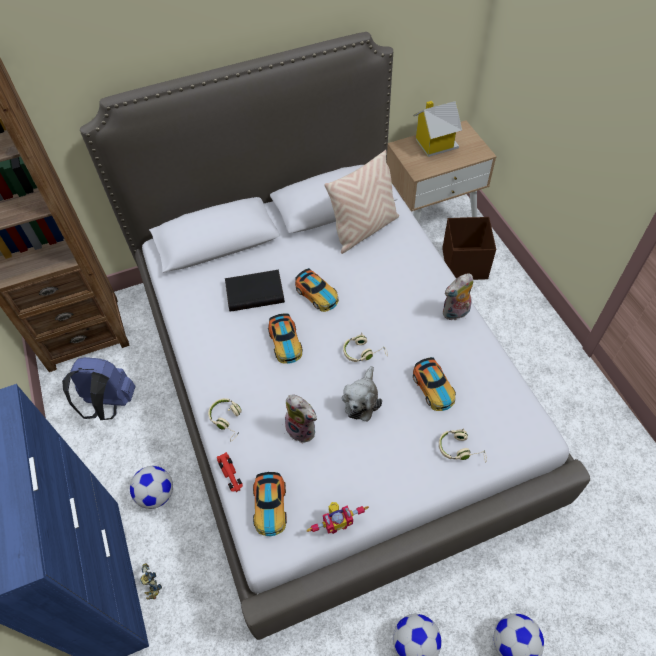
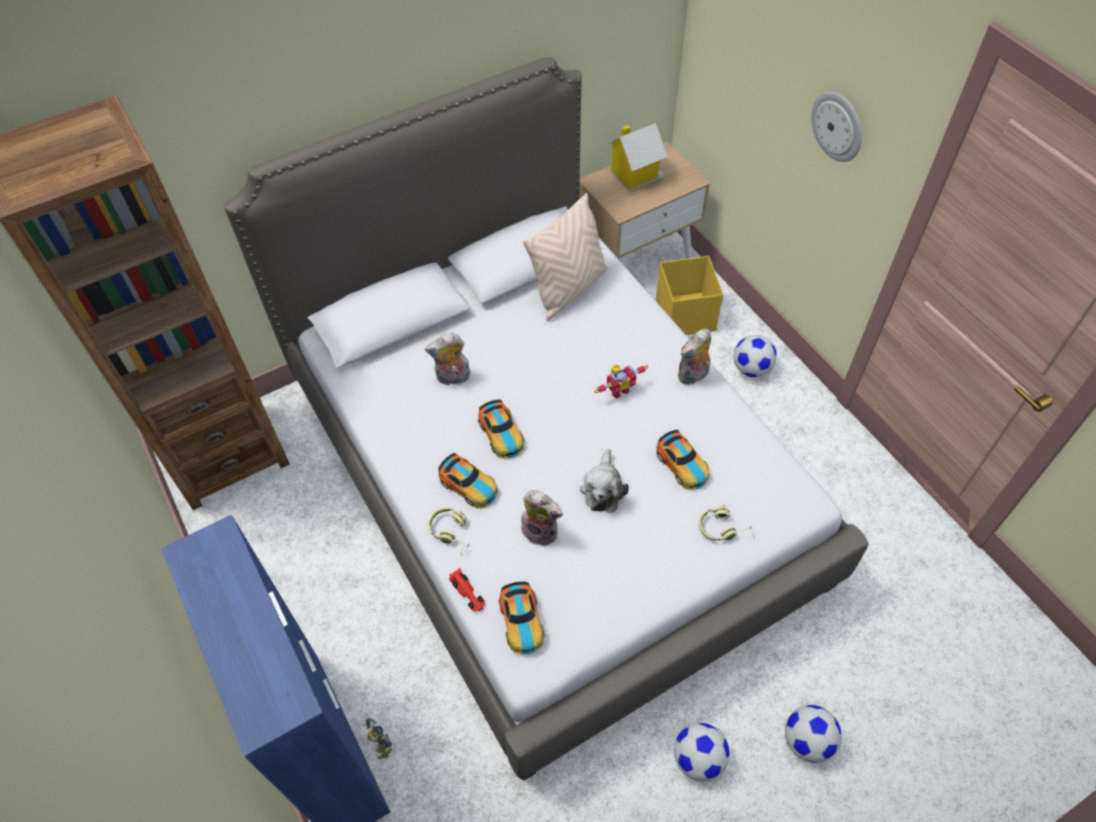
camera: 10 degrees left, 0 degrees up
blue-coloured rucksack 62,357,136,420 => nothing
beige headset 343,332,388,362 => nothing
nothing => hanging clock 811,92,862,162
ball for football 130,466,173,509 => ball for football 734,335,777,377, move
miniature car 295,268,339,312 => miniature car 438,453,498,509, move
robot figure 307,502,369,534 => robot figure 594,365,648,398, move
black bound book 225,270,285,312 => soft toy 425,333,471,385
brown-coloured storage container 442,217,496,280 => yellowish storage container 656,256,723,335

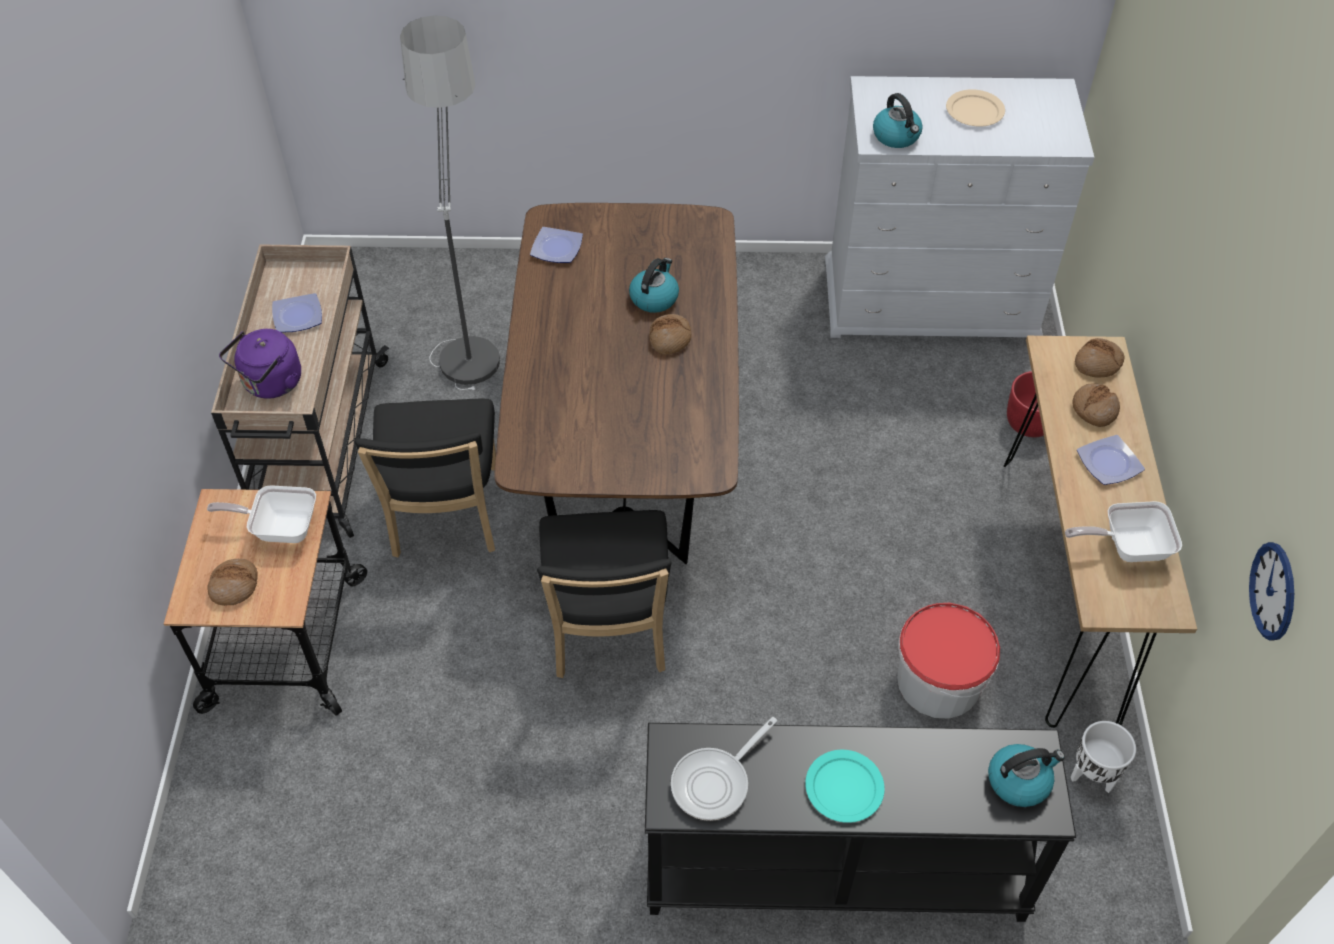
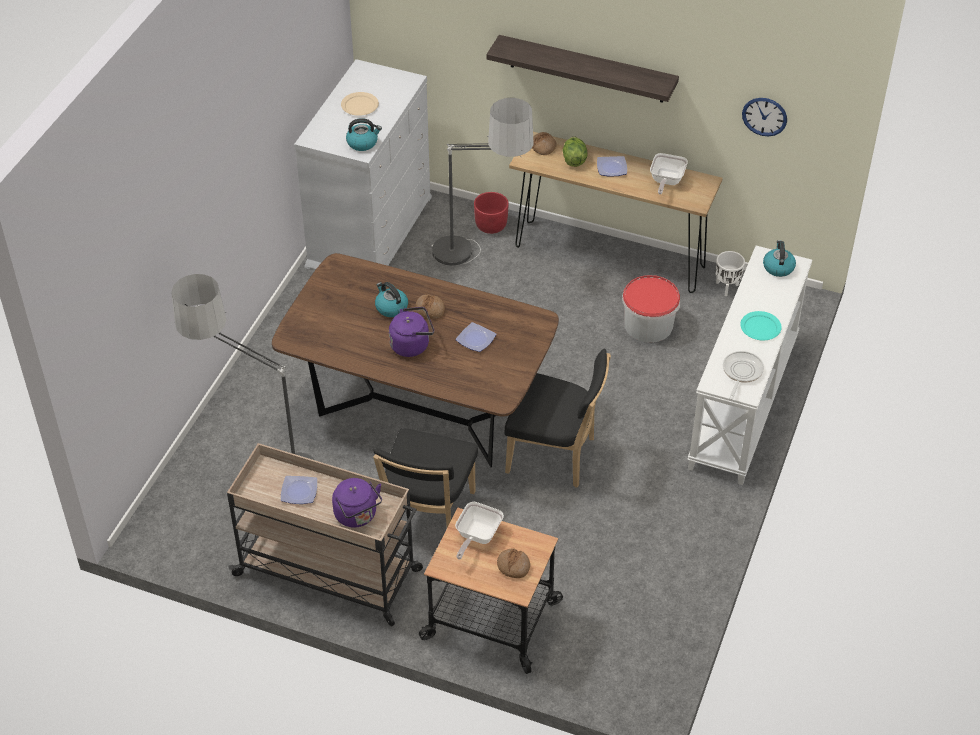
camera: 70 degrees left, 5 degrees down
nothing => purple tea kettle 389,307,434,357
nothing => standard lamp 431,98,534,266
nothing => bracket shelf 486,35,679,103
plate 530,227,583,263 => plate 455,322,496,352, move
bread 1072,383,1120,427 => lettuce head 563,136,588,167
black narrow table 645,723,1076,922 => white-coloured narrow table 687,246,812,485
black chair 355,398,496,557 => black chair 373,428,478,527, 90 degrees clockwise
frying pan 671,717,777,821 => frying pan 723,351,764,400, 135 degrees counterclockwise

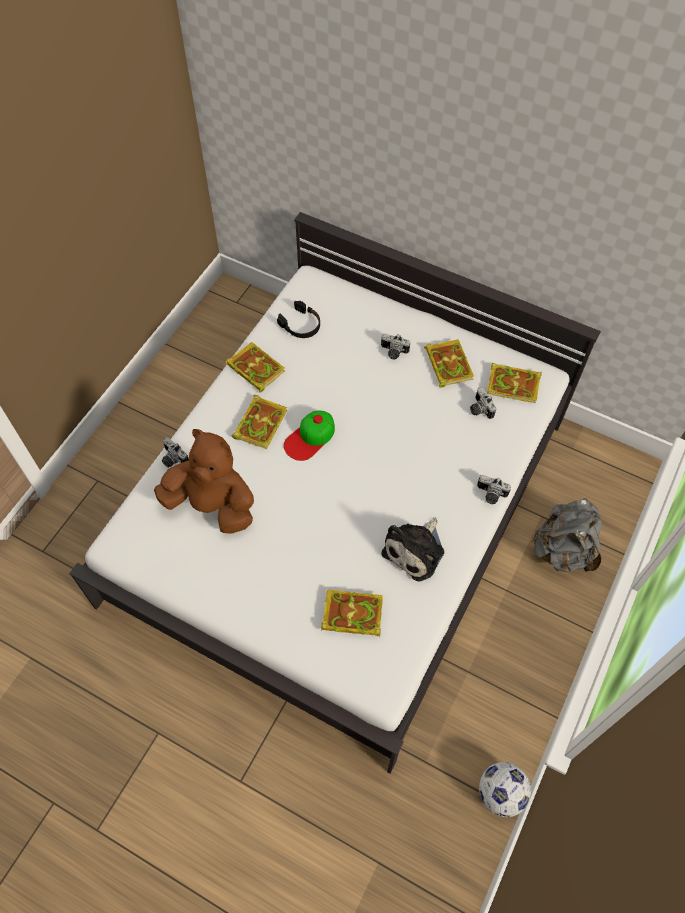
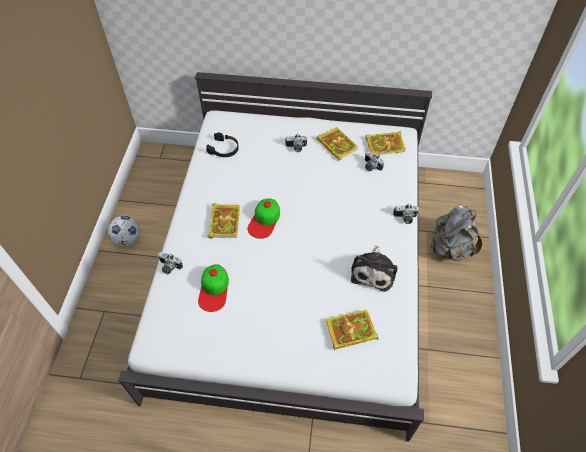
camera: 20 degrees left, 5 degrees down
bound book 225,342,285,393 => nothing
ball for football 479,762,531,817 => ball for football 108,216,140,246, move
brown-coloured soft toy 154,429,254,534 => baseball cap 198,264,229,312

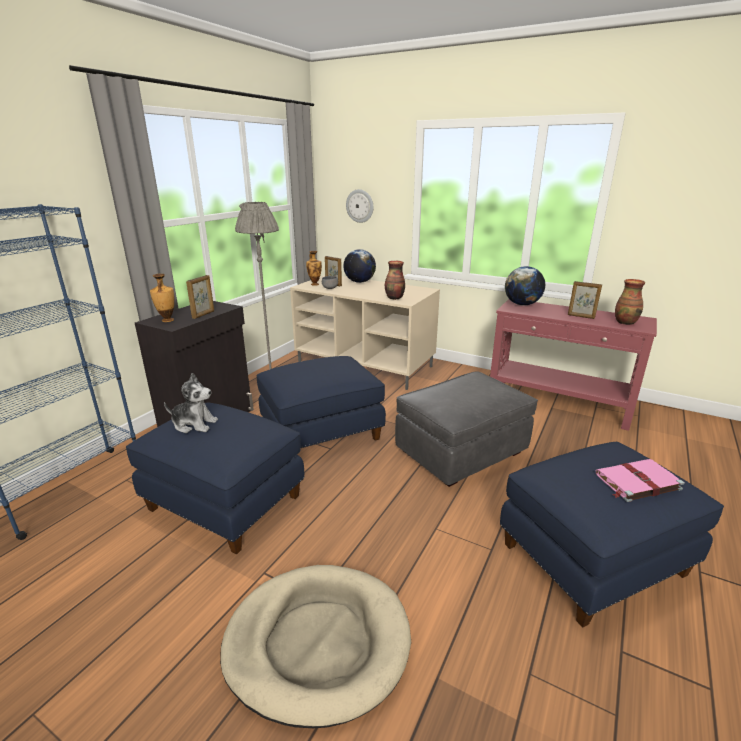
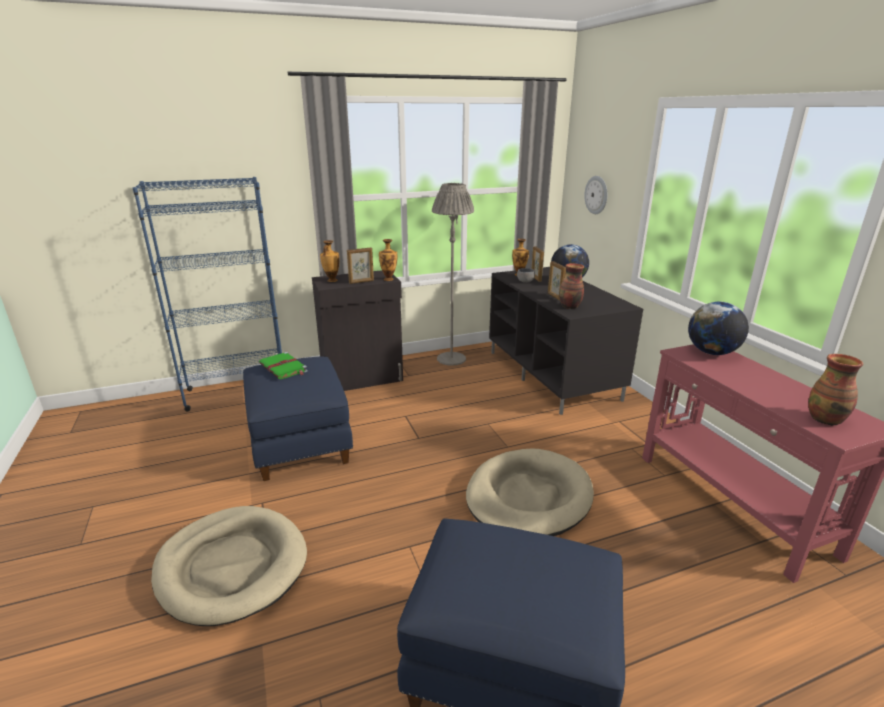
camera: 40 degrees right, 0 degrees up
blue-coloured ottoman 256,356,386,448 => nothing
pink-coloured bound book 596,459,685,502 => nothing
nothing => decorative vase 379,239,397,281
photo frame 568,281,602,319 => photo frame 548,261,566,300, move
soft toy 164,373,218,433 => green-coloured bound book 259,352,308,379
grey ottoman 395,371,538,487 => beige pet bed 466,449,594,536
beige tv stand 290,275,440,390 => black tv stand 489,267,643,415

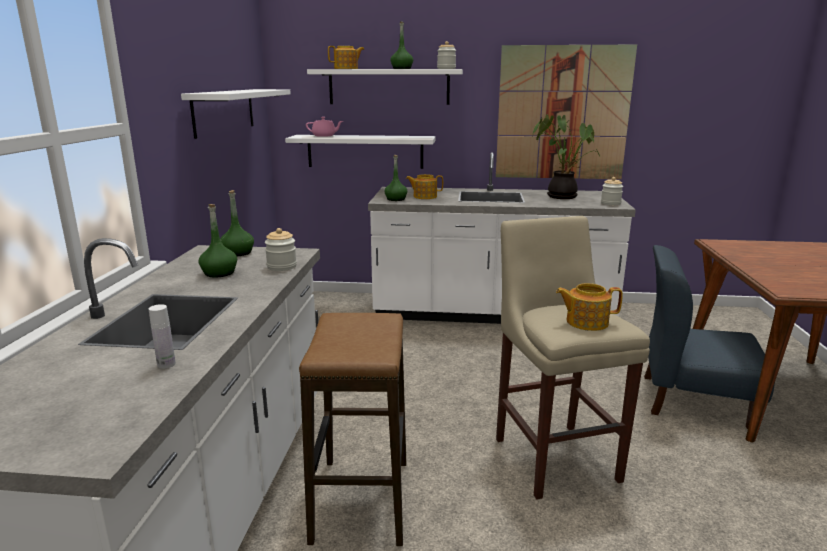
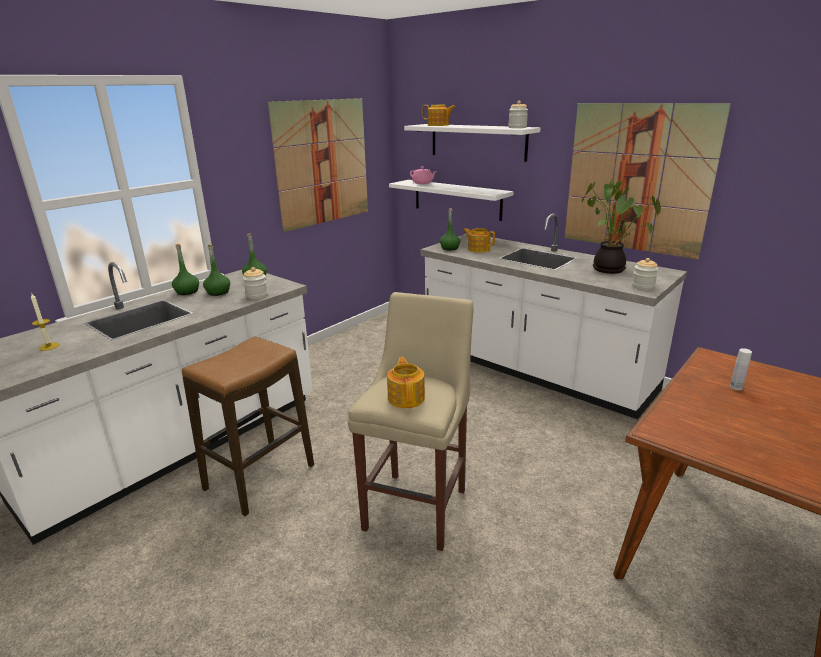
camera: 35 degrees right, 5 degrees up
blue-coloured chair 644,245,775,429 => nothing
nothing => wax light 31,294,59,351
white-coloured drink bottle 149,304,176,369 => white-coloured drink bottle 730,348,752,390, move
green-coloured drink bottle 391,21,413,69 => green-coloured drink bottle 172,244,199,295, move
white-coloured bracket shelf 181,89,291,139 => picture 268,98,368,232
pot for tea 556,283,623,331 => pot for tea 387,357,425,408, 45 degrees clockwise

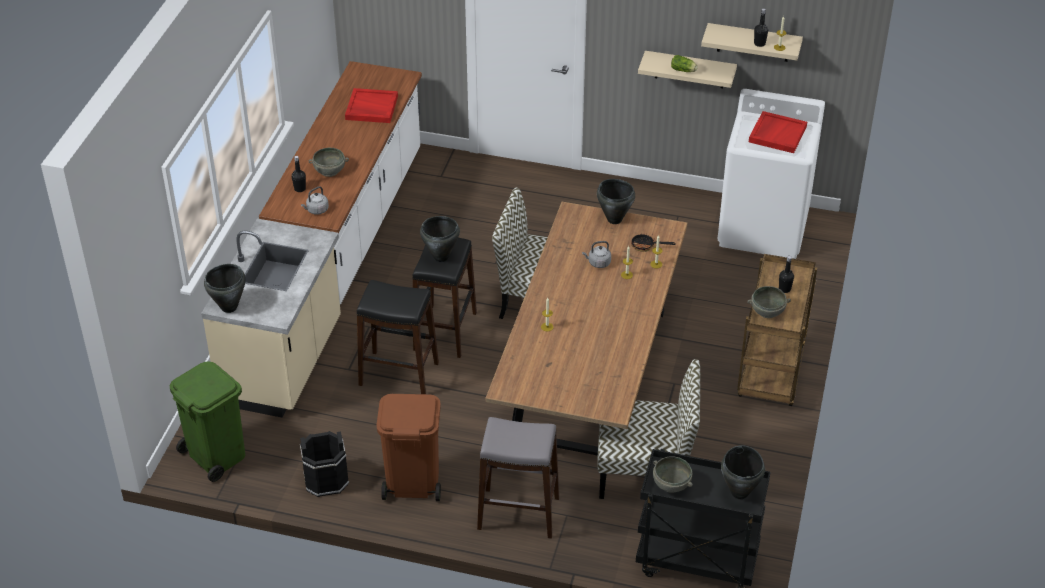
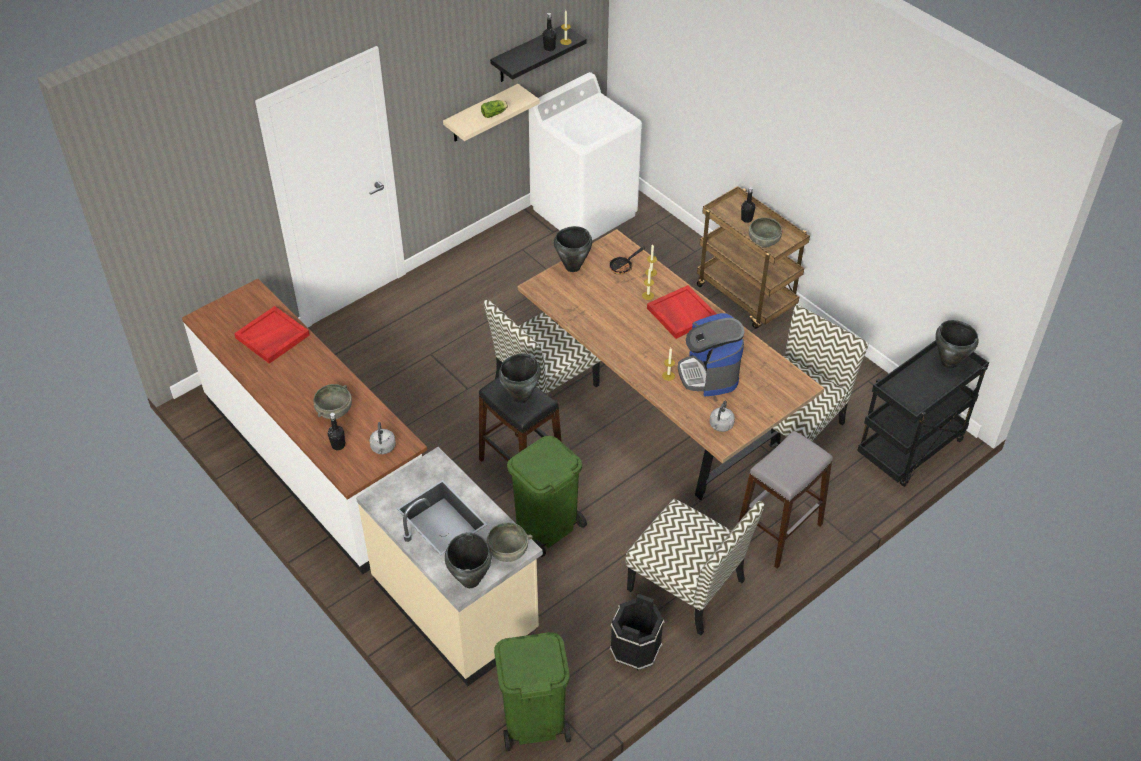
camera: 55 degrees left, 5 degrees up
nothing => coffee machine 678,313,745,397
grey tea kettle 582,241,611,268 => grey tea kettle 710,401,735,432, move
grey bowl 653,456,693,493 => grey bowl 487,522,533,562, move
red-coloured carrying tray 749,111,807,153 => red-coloured carrying tray 647,285,716,339, move
black stool 357,280,439,394 => green-coloured waste bin 507,436,587,557
brown-coloured waste bin 376,394,441,501 => chair 626,499,764,635
beige bracket shelf 701,23,803,62 => black bracket shelf 490,25,587,82

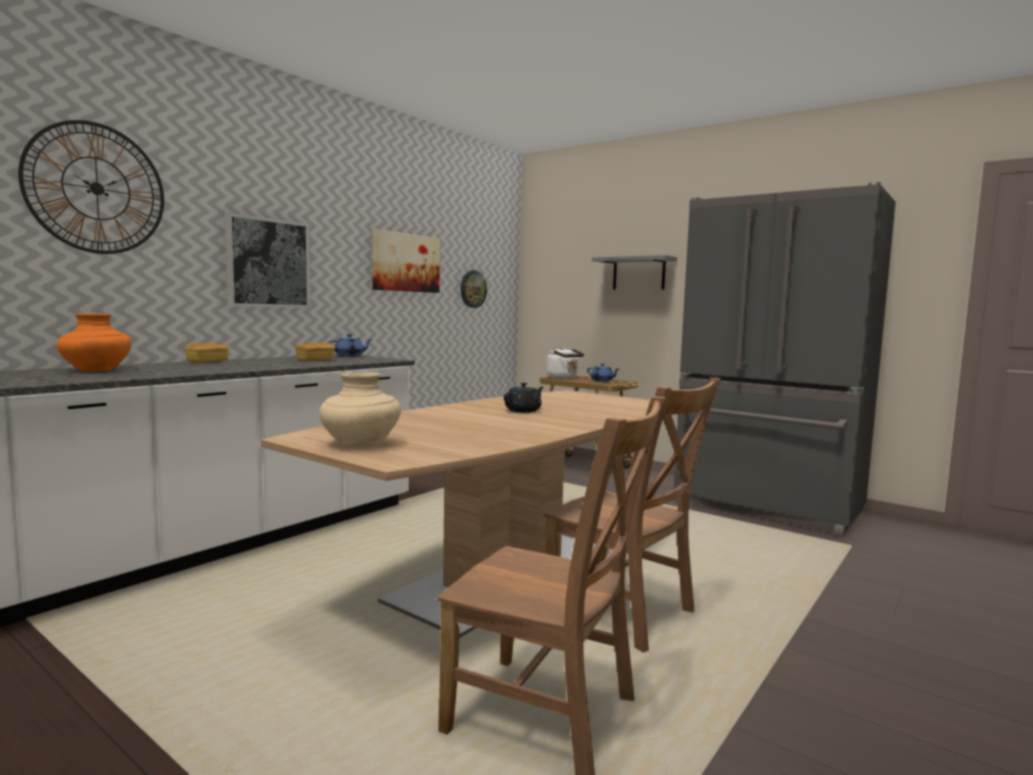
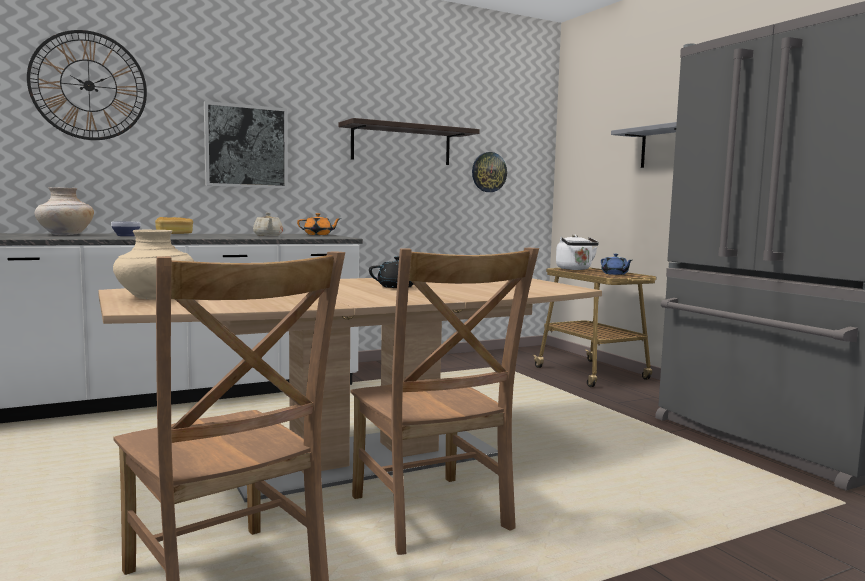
camera: 25 degrees right, 0 degrees up
nothing => bowl 111,221,141,236
bread 295,342,334,361 => beige pot for tea 253,213,283,236
picture 372,229,440,293 => bracket shelf 338,118,480,165
orangey decorative vase 57,313,132,372 => beige decorative vase 35,187,94,235
blue-coloured pot for tea 328,334,372,357 => orangey pot for tea 297,213,342,235

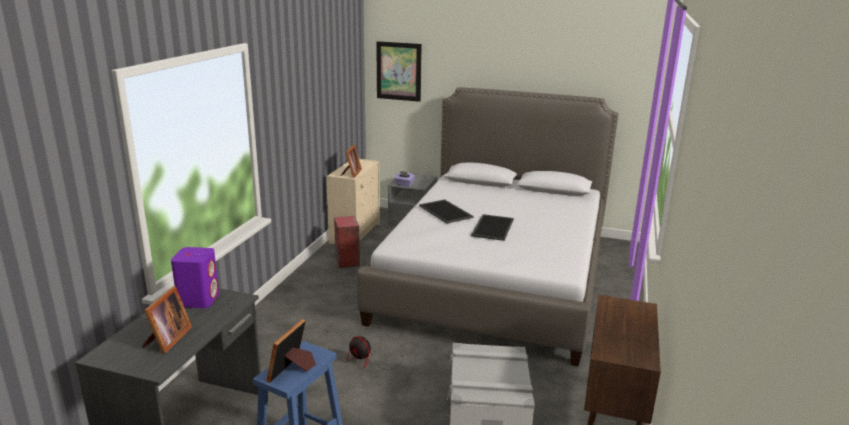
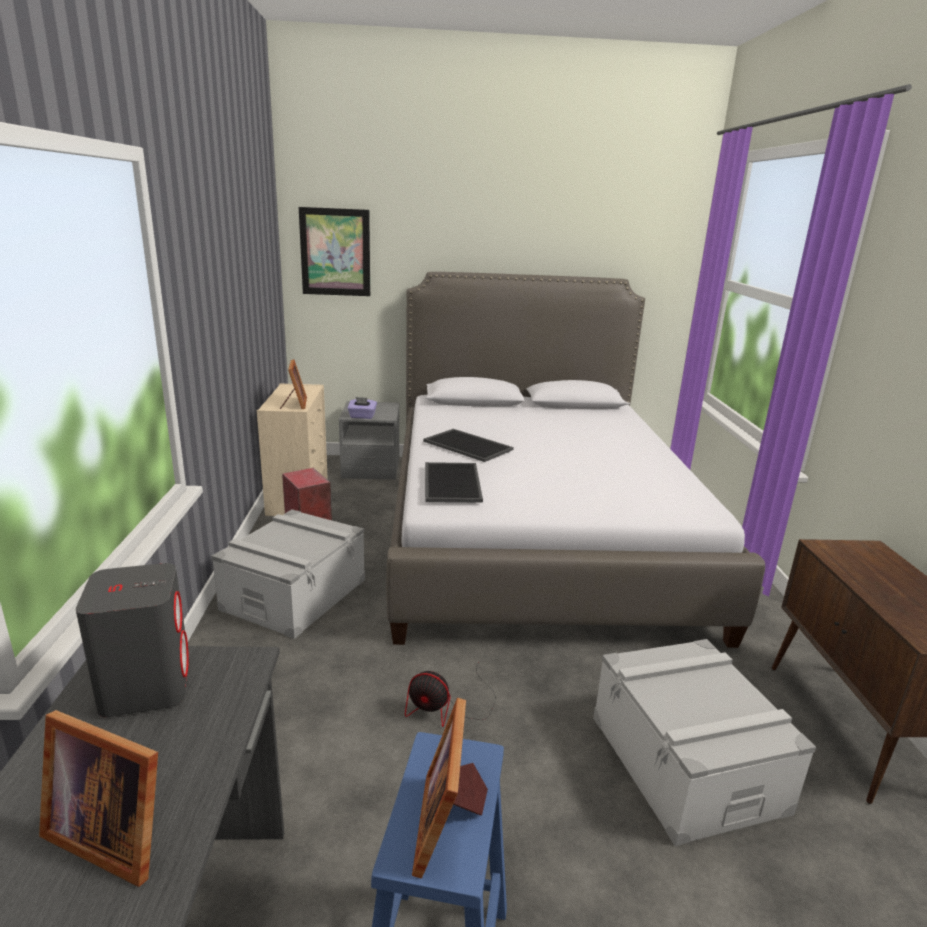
camera: 20 degrees left, 0 degrees up
nothing => grey storage container 212,510,365,639
carrying tray 471,214,514,241 => carrying tray 425,462,483,503, move
purple loudspeaker 171,247,219,308 => grey loudspeaker 76,563,189,717
photo frame 142,286,192,353 => photo frame 39,710,158,887, 120 degrees clockwise

